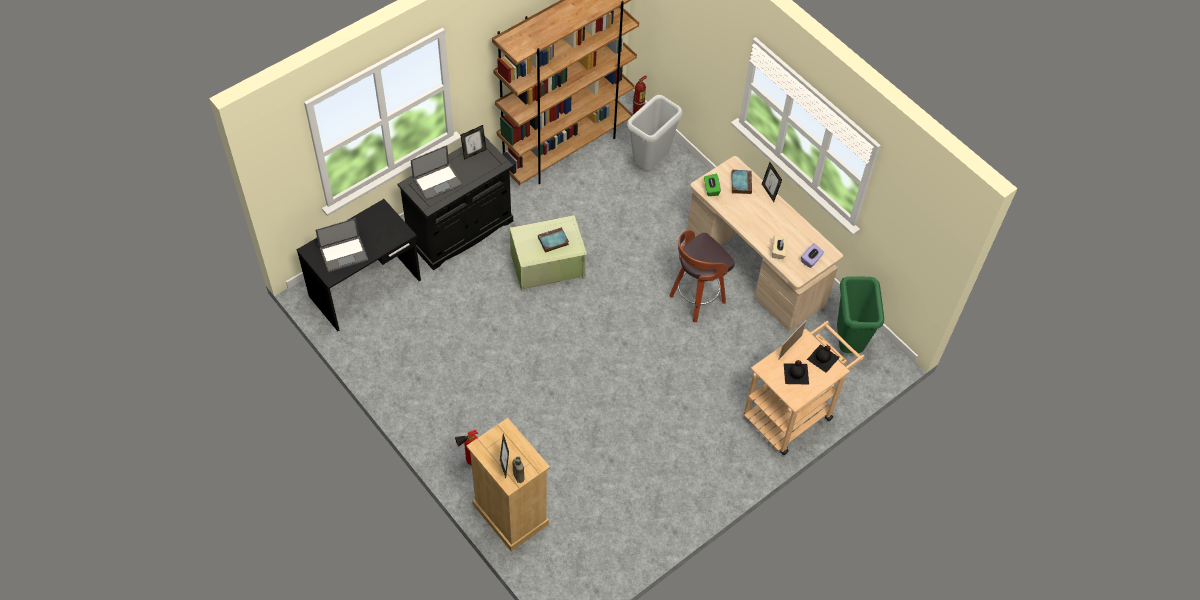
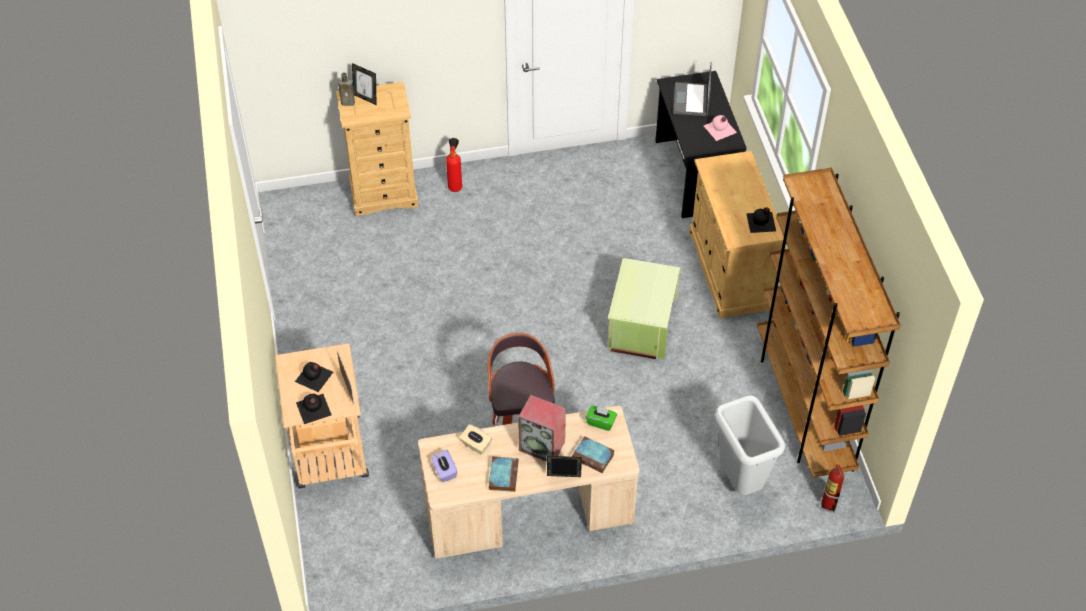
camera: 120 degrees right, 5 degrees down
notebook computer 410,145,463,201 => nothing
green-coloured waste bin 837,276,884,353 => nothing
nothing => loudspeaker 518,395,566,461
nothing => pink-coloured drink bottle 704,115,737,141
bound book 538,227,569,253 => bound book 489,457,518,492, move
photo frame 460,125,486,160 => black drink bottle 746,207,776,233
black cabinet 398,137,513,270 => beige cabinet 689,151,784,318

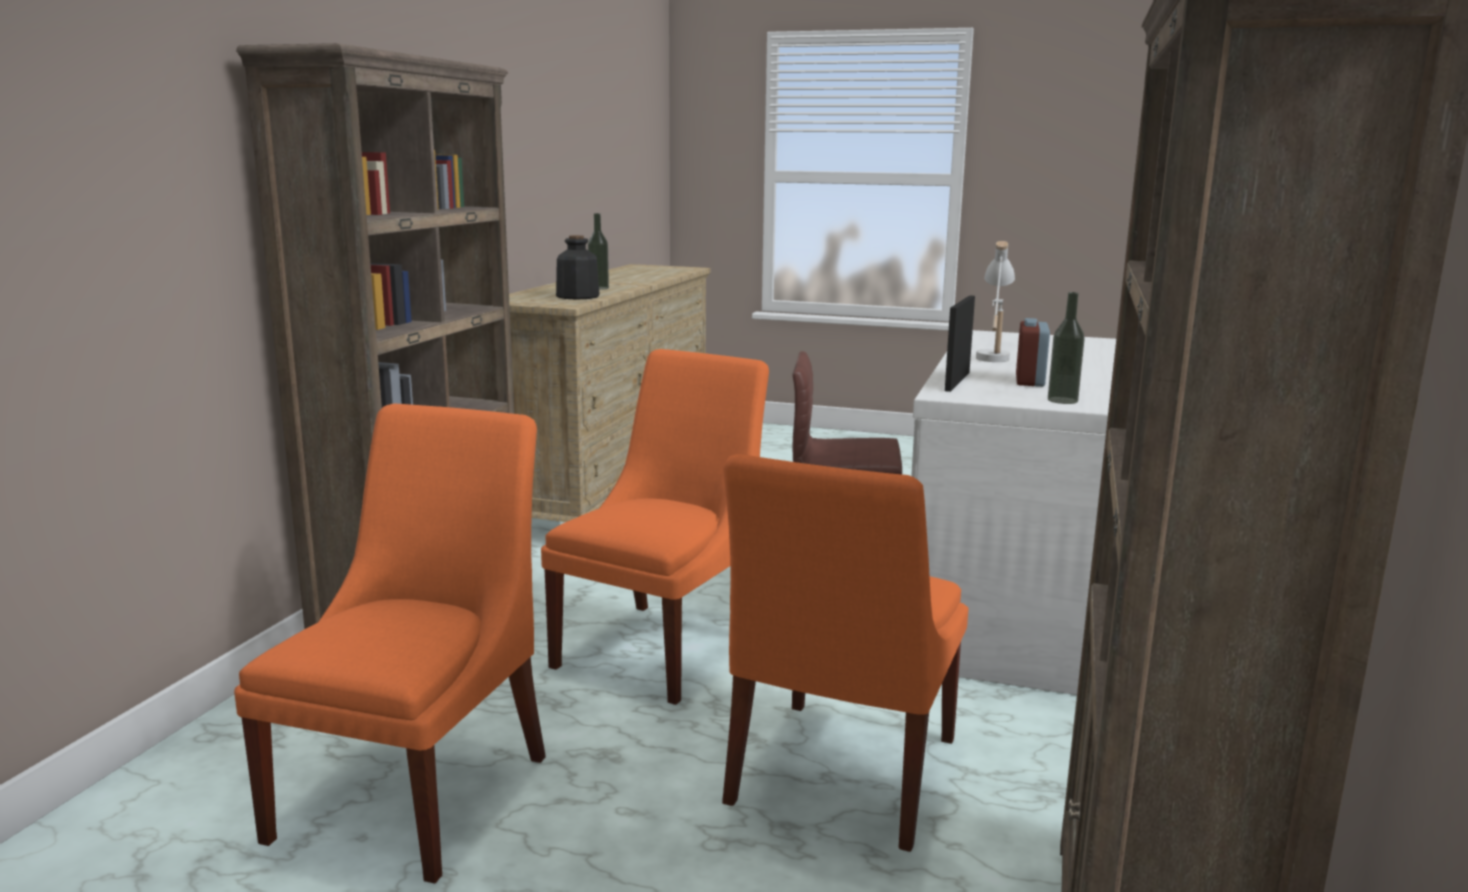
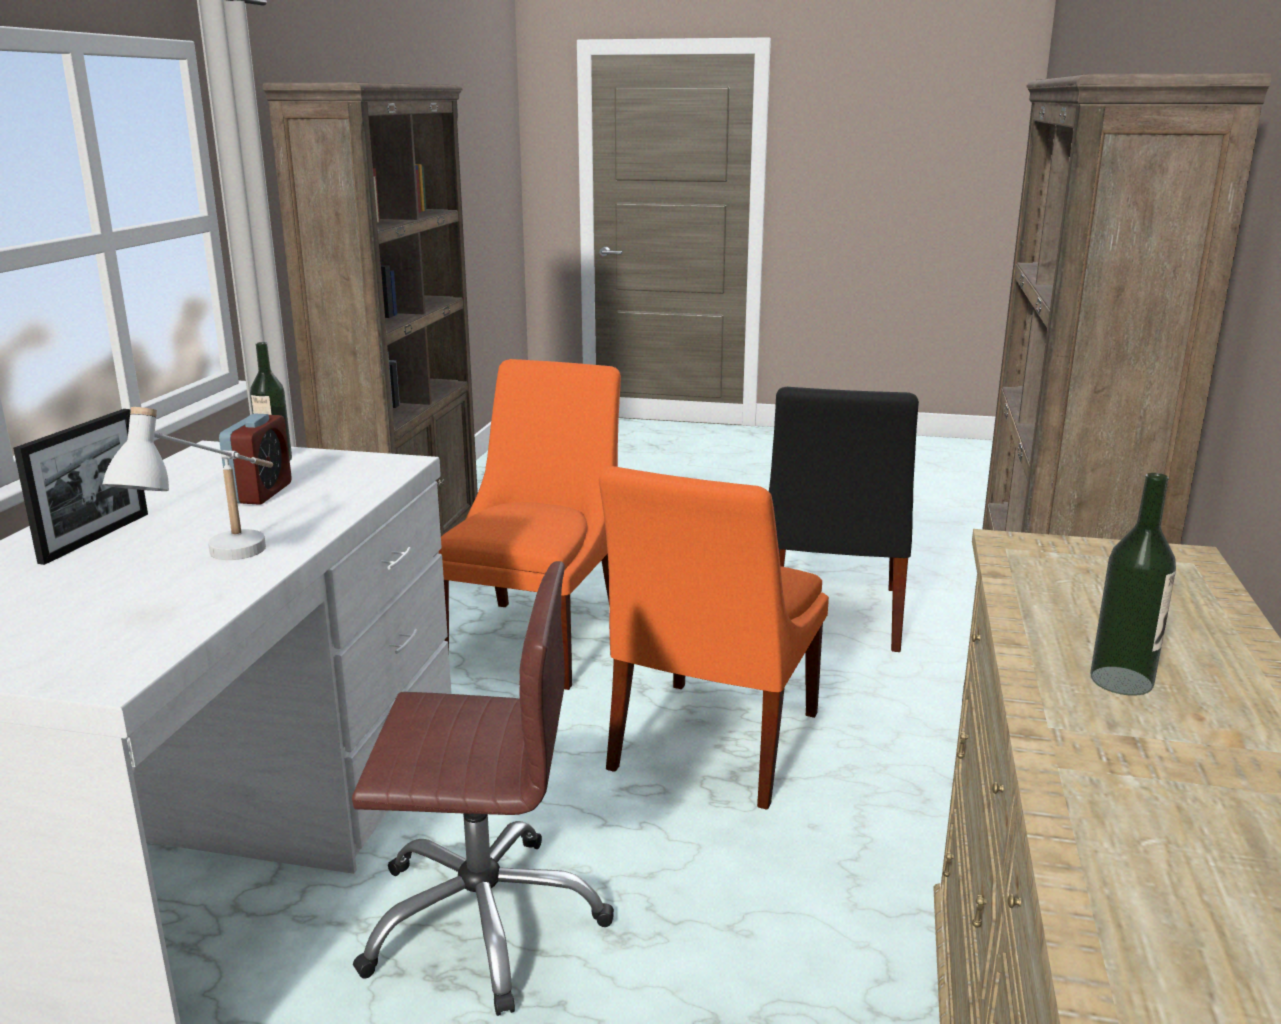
camera: 175 degrees right, 5 degrees up
drink bottle 556,235,599,300 => nothing
photo frame 945,295,975,392 => photo frame 13,409,148,565, move
orangey chair 234,403,546,884 => black chair 769,387,919,652

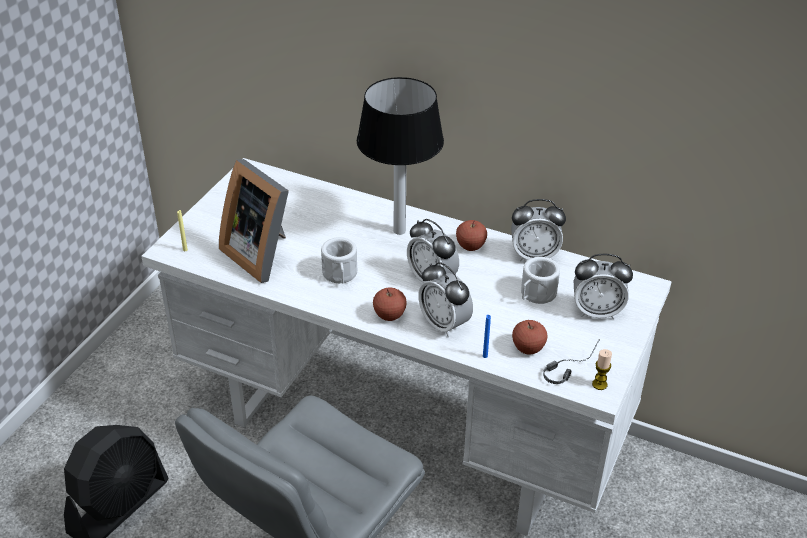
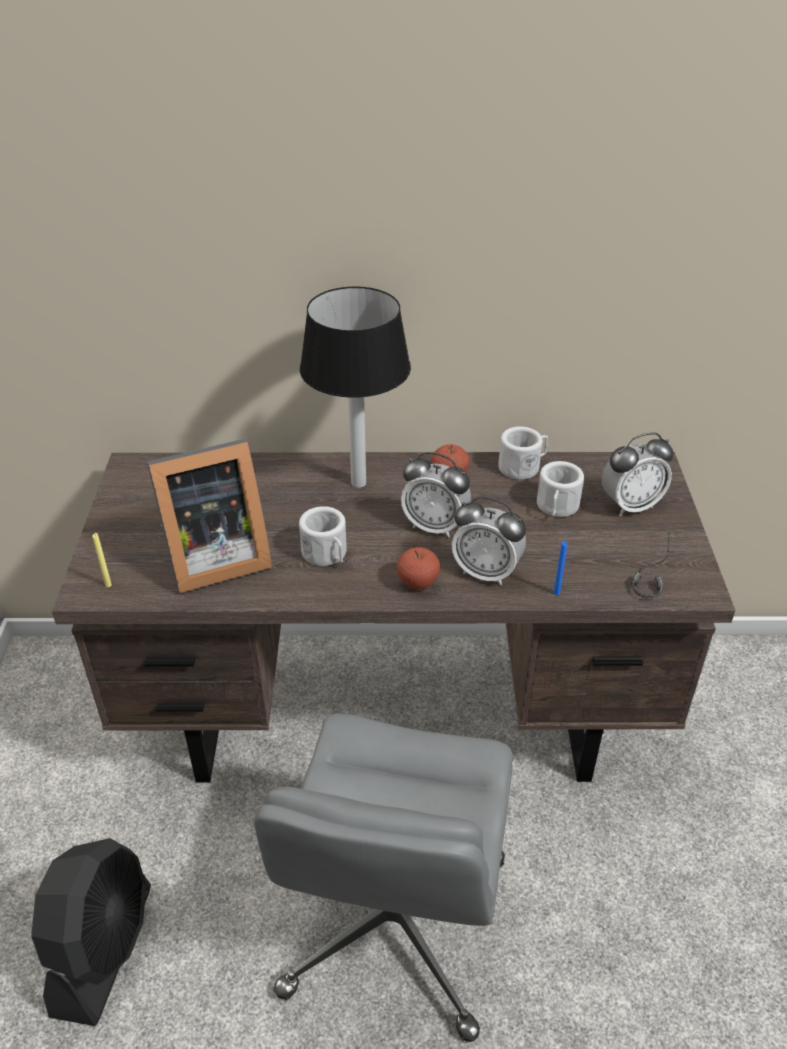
camera: 25 degrees left, 0 degrees up
apple fruit 512,320,547,355 => nothing
wax light 592,349,612,390 => nothing
bedside clock 511,199,566,261 => white-coloured coffee mug 498,427,548,480
white-coloured desk unit 141,158,672,536 => brown-coloured desk unit 52,452,736,783
photo frame 219,159,289,283 => photo frame 147,439,272,593, 45 degrees counterclockwise

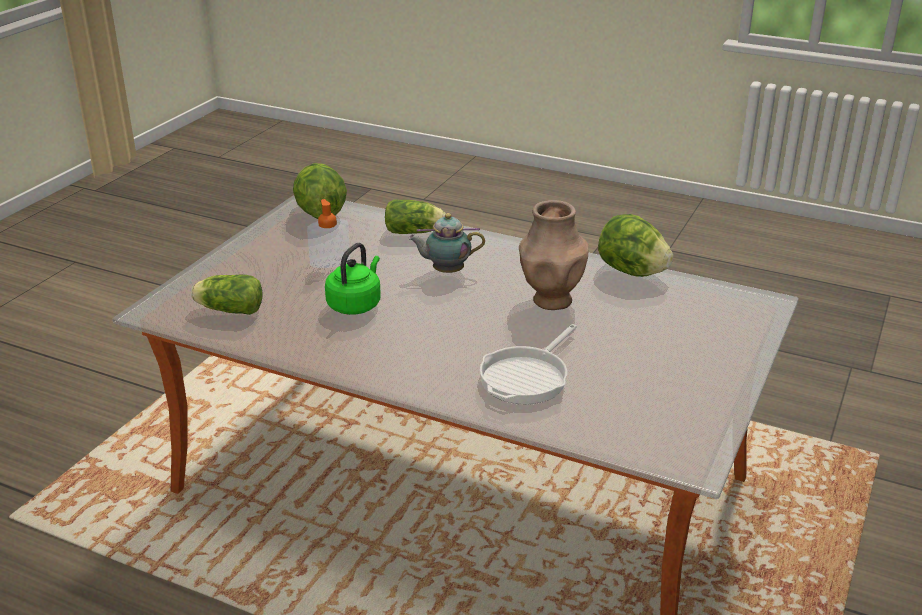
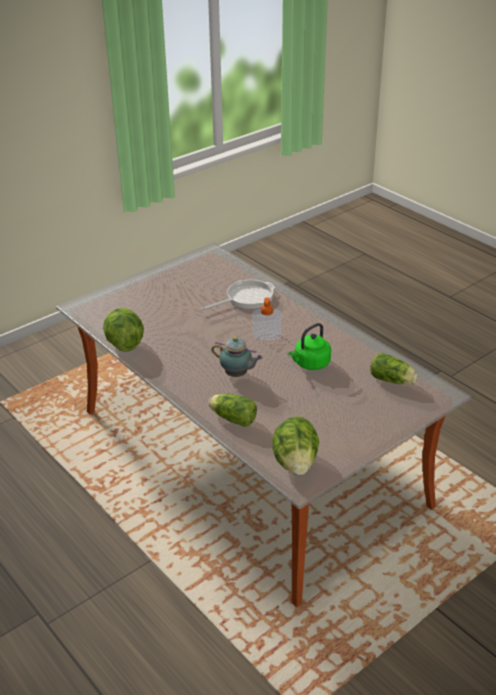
camera: 155 degrees left, 5 degrees up
brown-coloured decorative vase 519,200,589,310 => nothing
liquid soap bottle 307,199,350,268 => liquid soap bottle 253,298,282,340, move

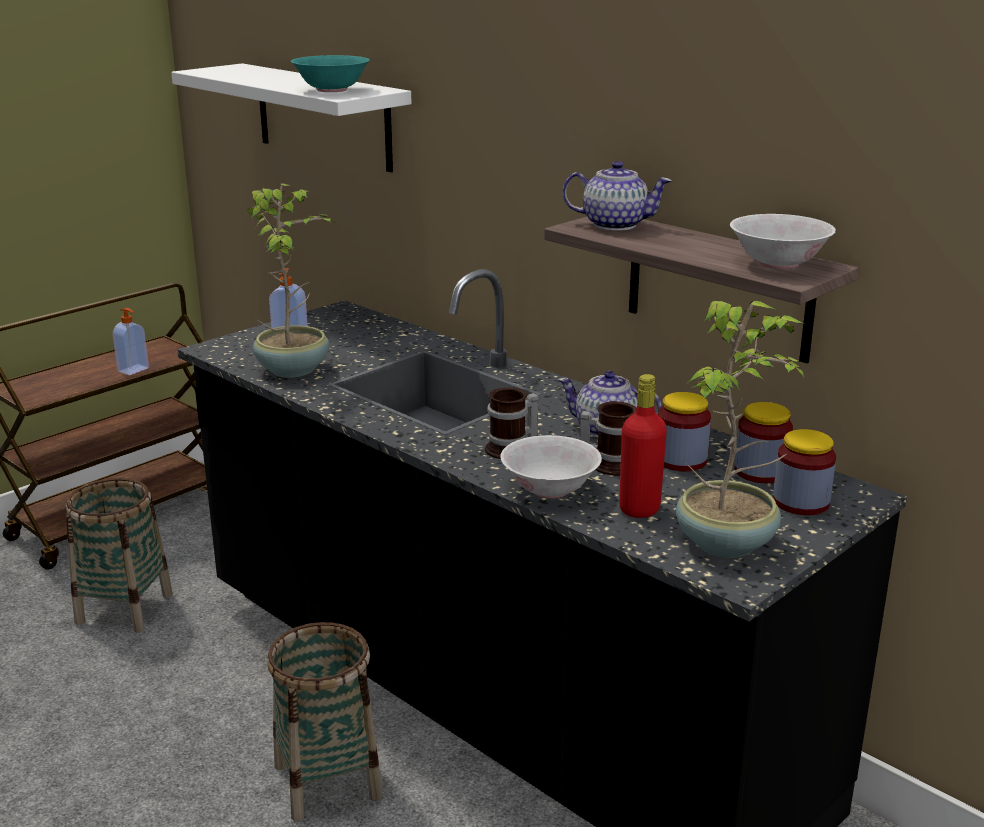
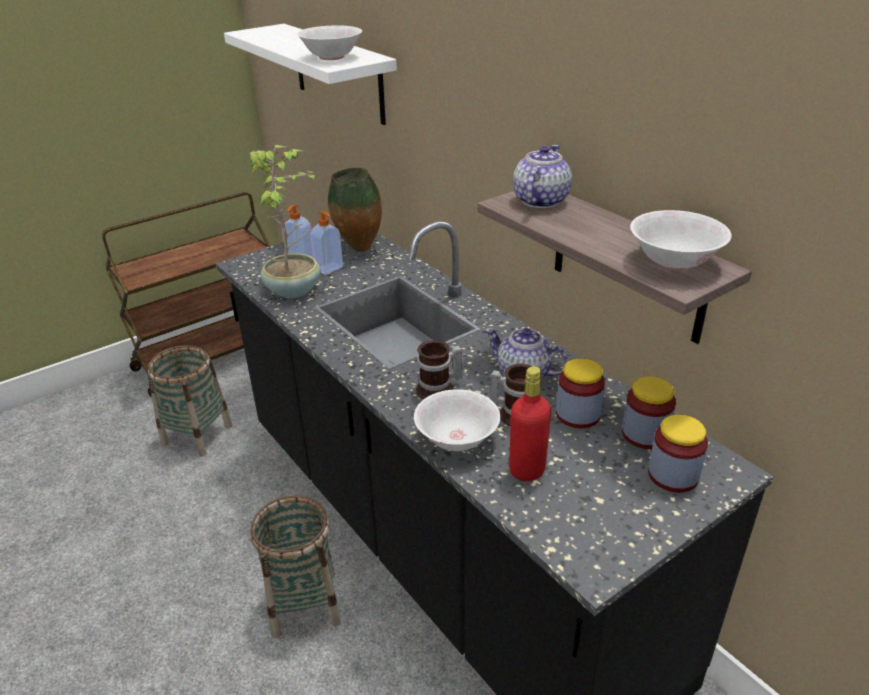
camera: 10 degrees right, 10 degrees up
houseplant 676,300,805,558 => nothing
nothing => decorative vase 328,168,382,252
liquid soap bottle 113,308,149,375 => liquid soap bottle 310,211,343,275, move
blue-green bowl 291,55,370,92 => white-coloured bowl 297,25,362,60
pot for tea 563,161,672,231 => pot for tea 513,145,572,208, 90 degrees counterclockwise

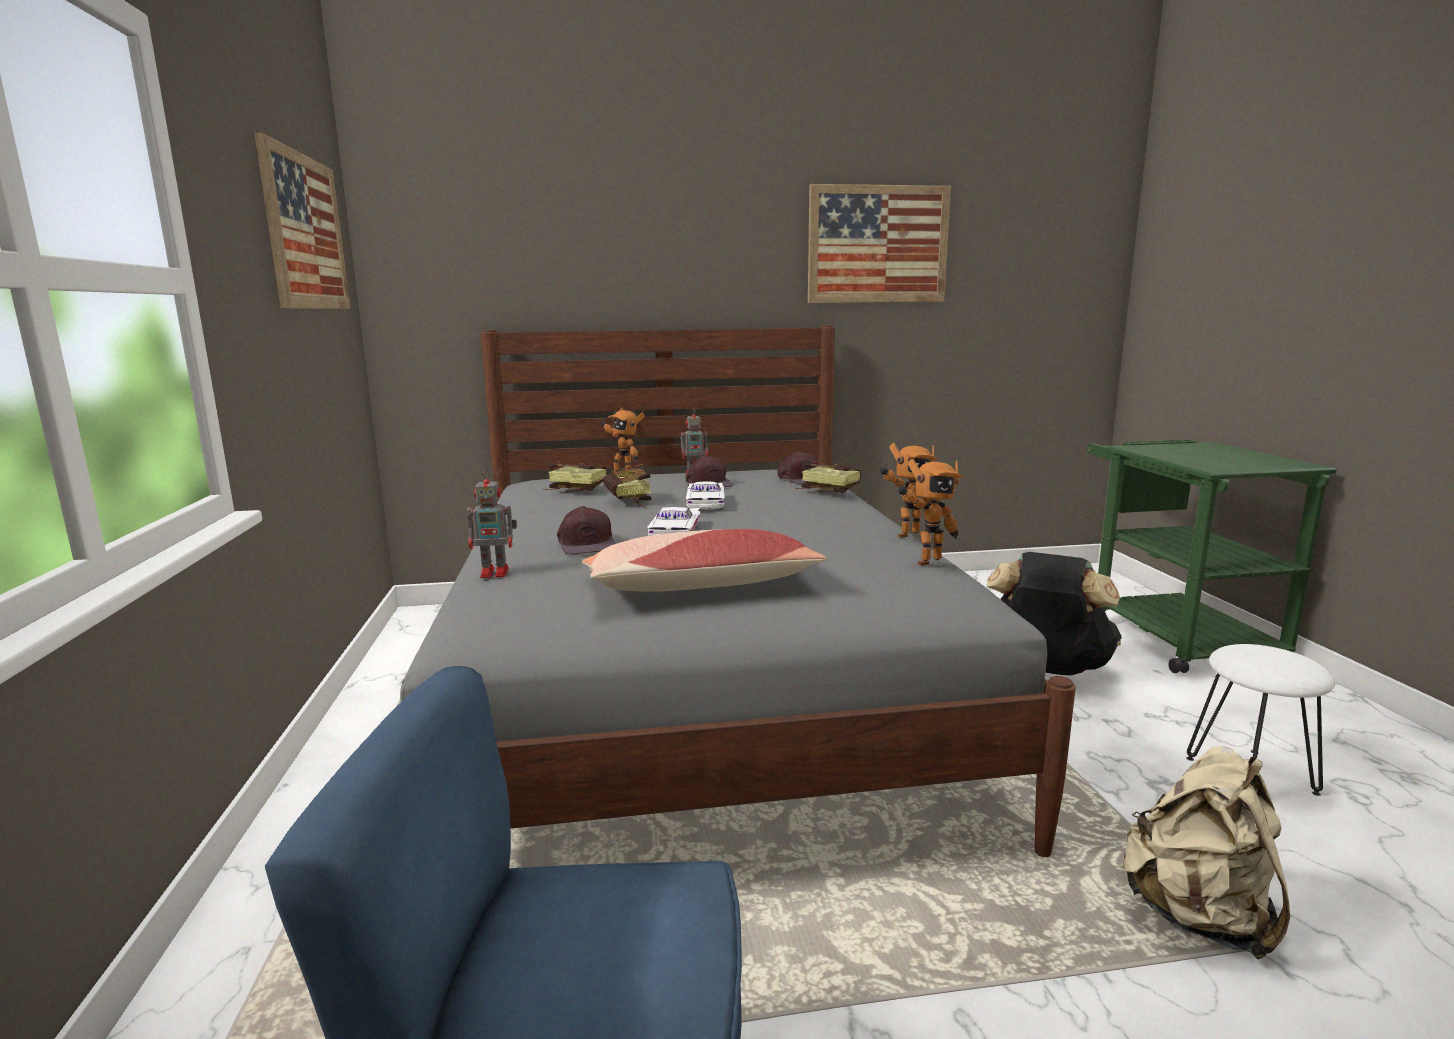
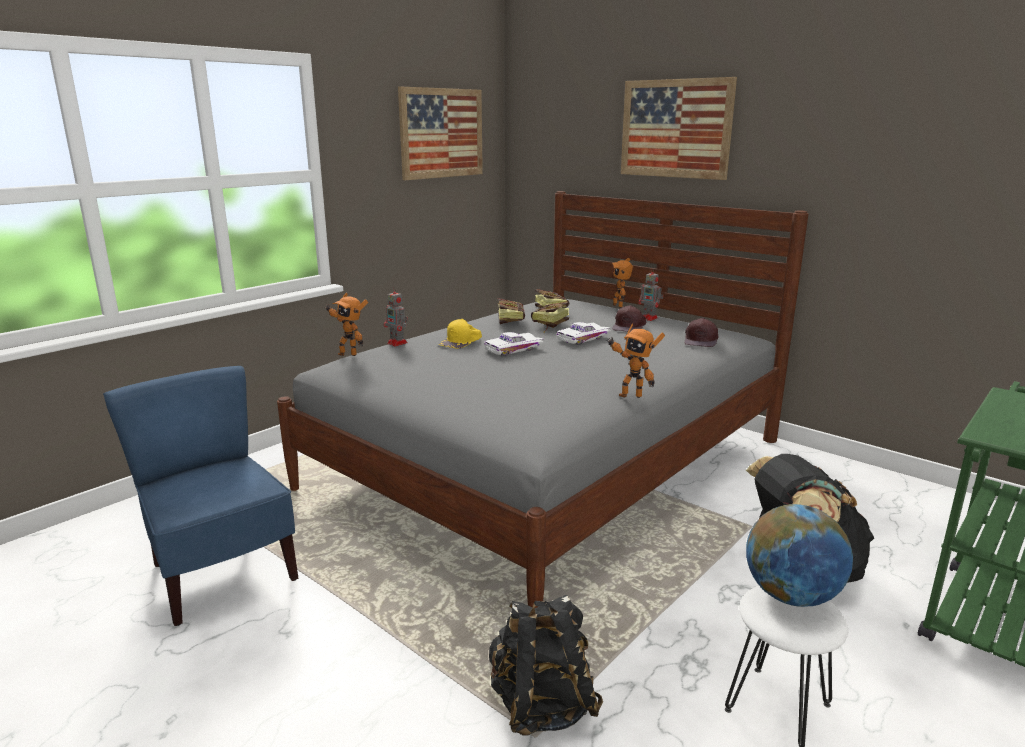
camera: 50 degrees right, 5 degrees up
throw pillow 582,529,827,592 => nothing
nothing => desk globe 746,504,853,607
bound book 795,461,861,493 => bound book 497,298,525,324, move
picture 808,184,951,303 => picture 621,77,737,180, move
robot figure 898,459,964,566 => robot figure 325,293,368,356, move
brown-coloured baseball cap 557,506,615,555 => yellowish baseball cap 439,319,482,348
beige rucksack 1120,746,1290,959 => black rucksack 489,595,603,735

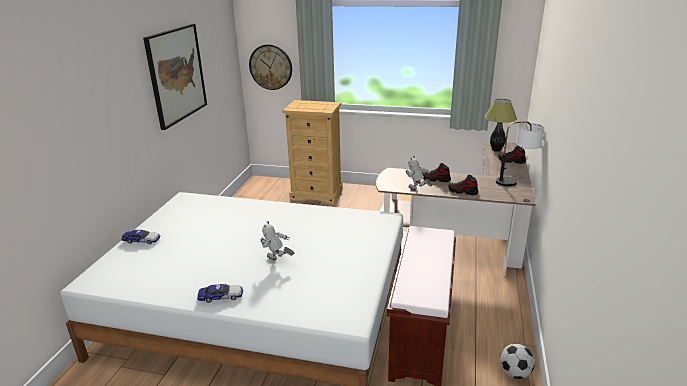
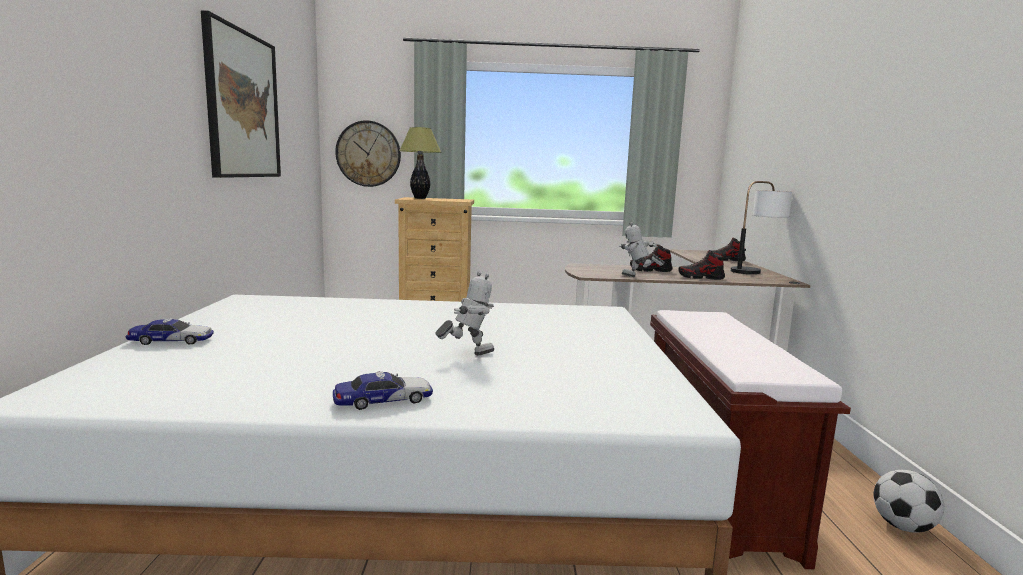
camera: 15 degrees left, 15 degrees down
tabletop lamp 484,99,517,152 => tabletop lamp 399,127,442,199, move
robot figure 260,221,294,260 => robot figure 436,272,494,355, 135 degrees clockwise

